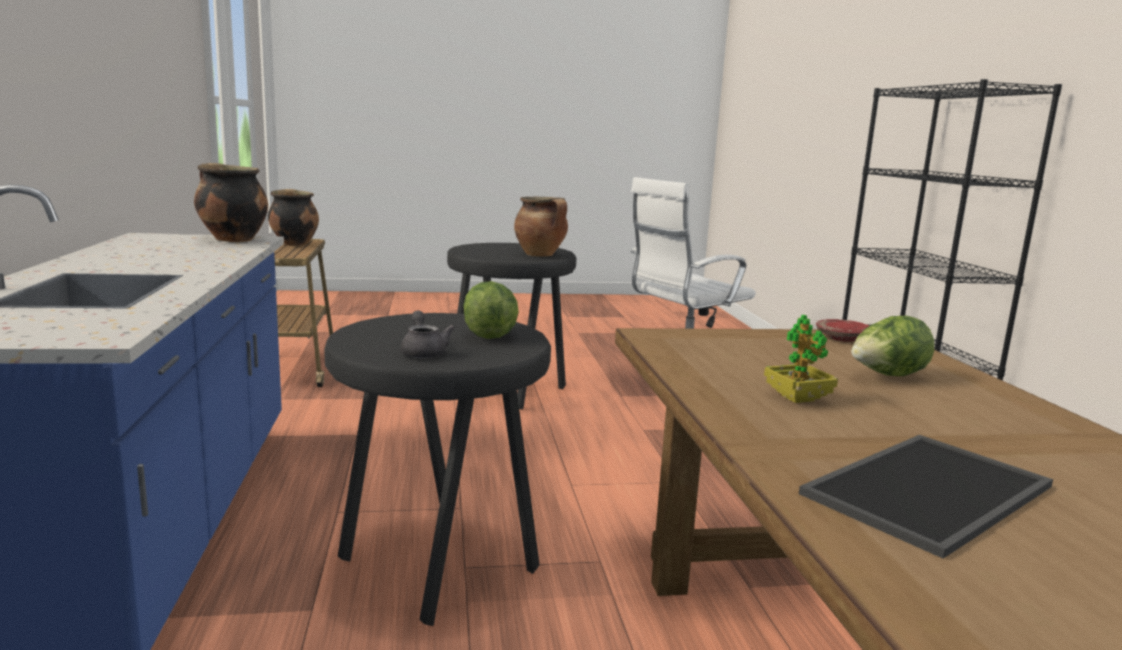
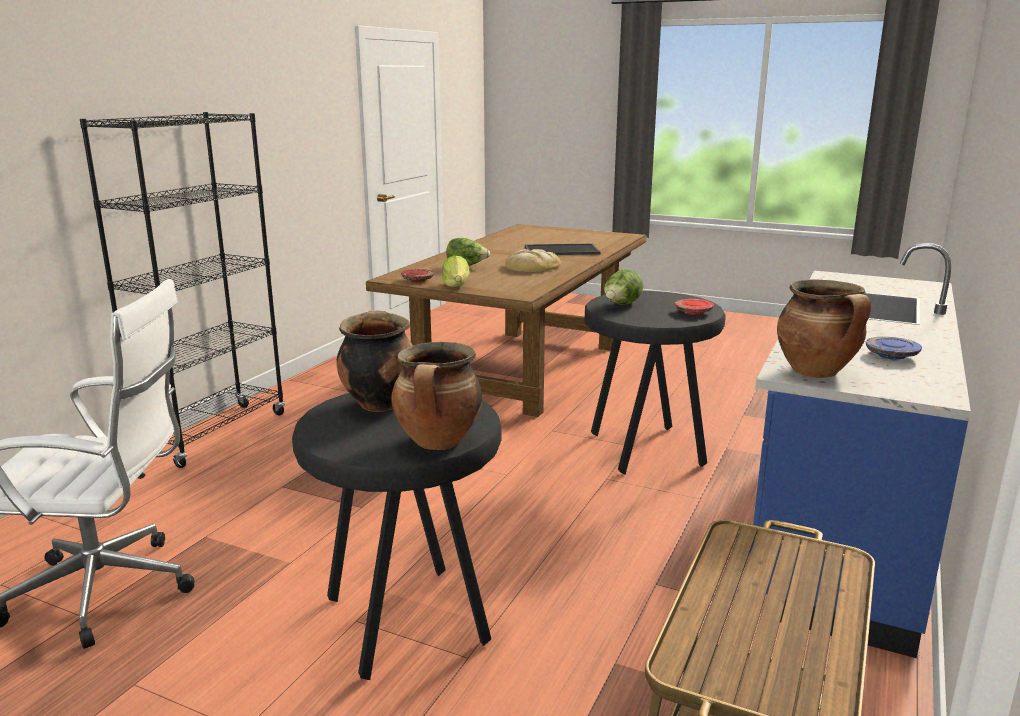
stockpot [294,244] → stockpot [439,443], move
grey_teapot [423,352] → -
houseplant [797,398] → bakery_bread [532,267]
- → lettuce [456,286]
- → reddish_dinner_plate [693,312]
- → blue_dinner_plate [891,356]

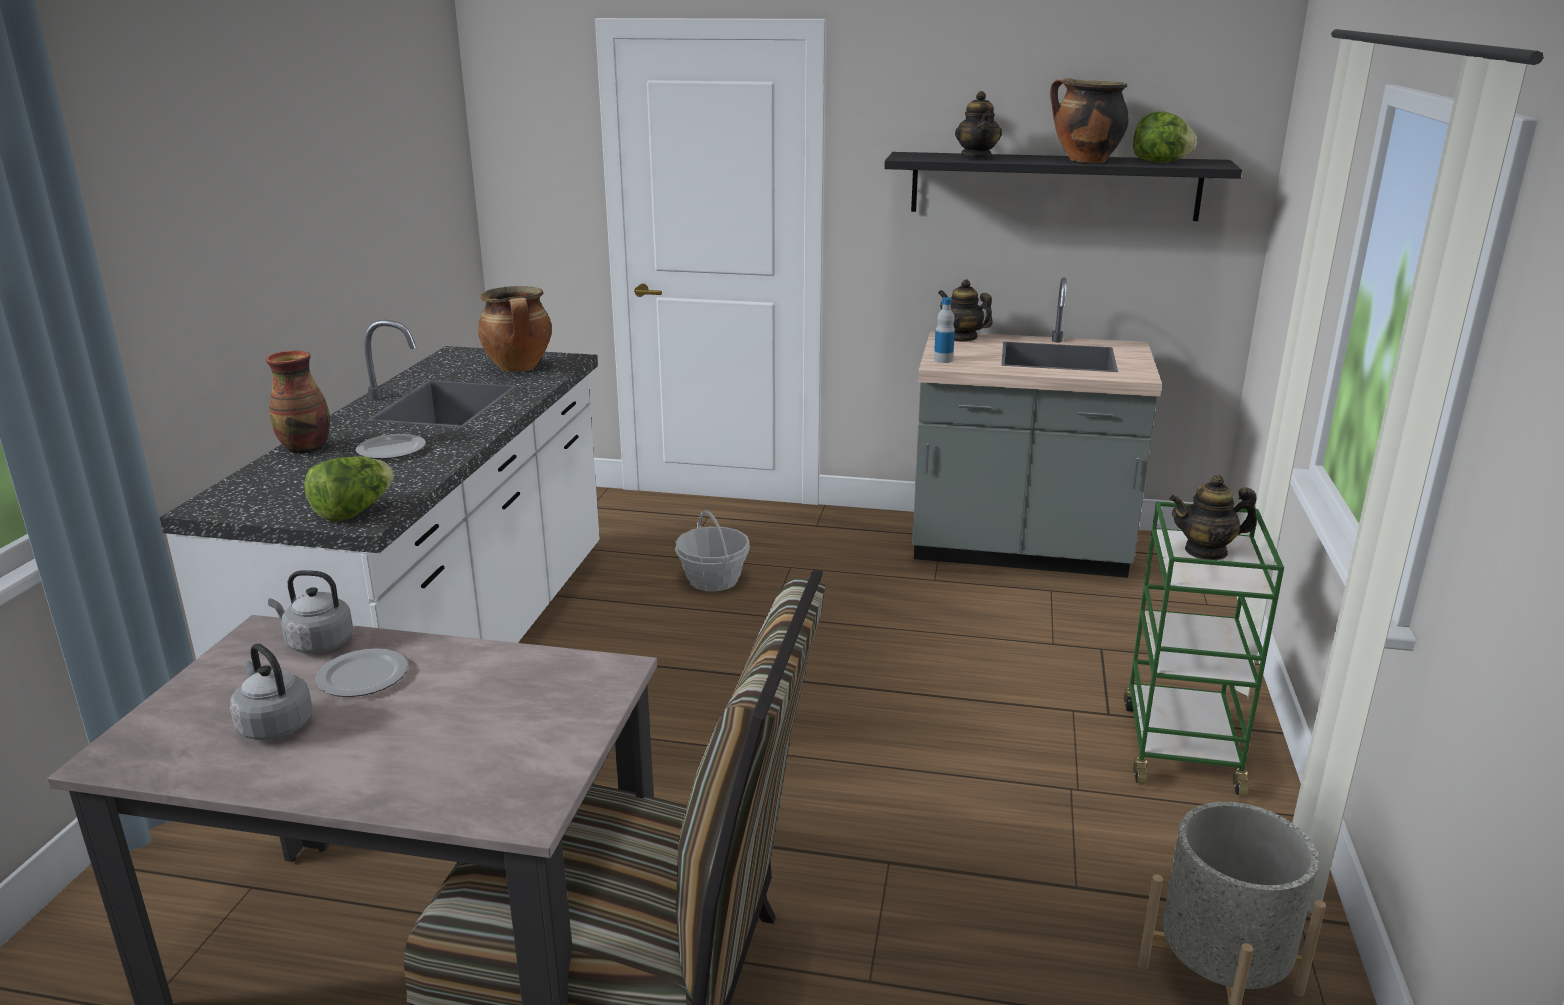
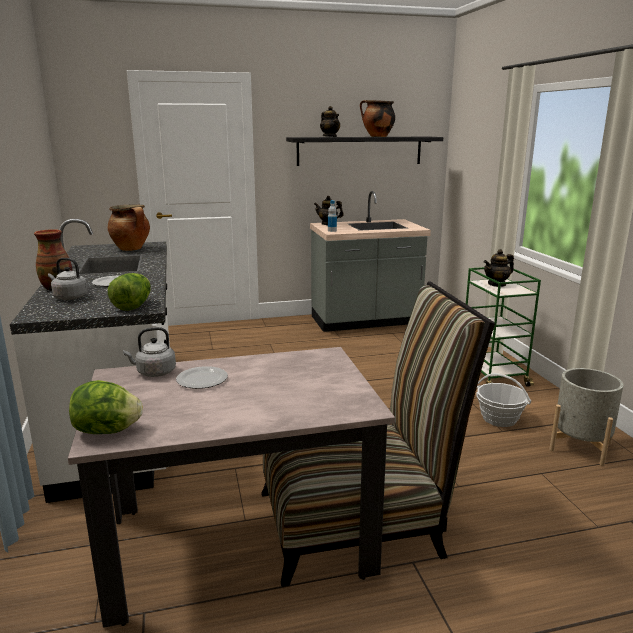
lettuce [1160,162] → lettuce [107,431], move
storage_basket [713,580] → storage_basket [499,419], move
grey_tea_kettle [274,725] → grey_tea_kettle [69,297], move

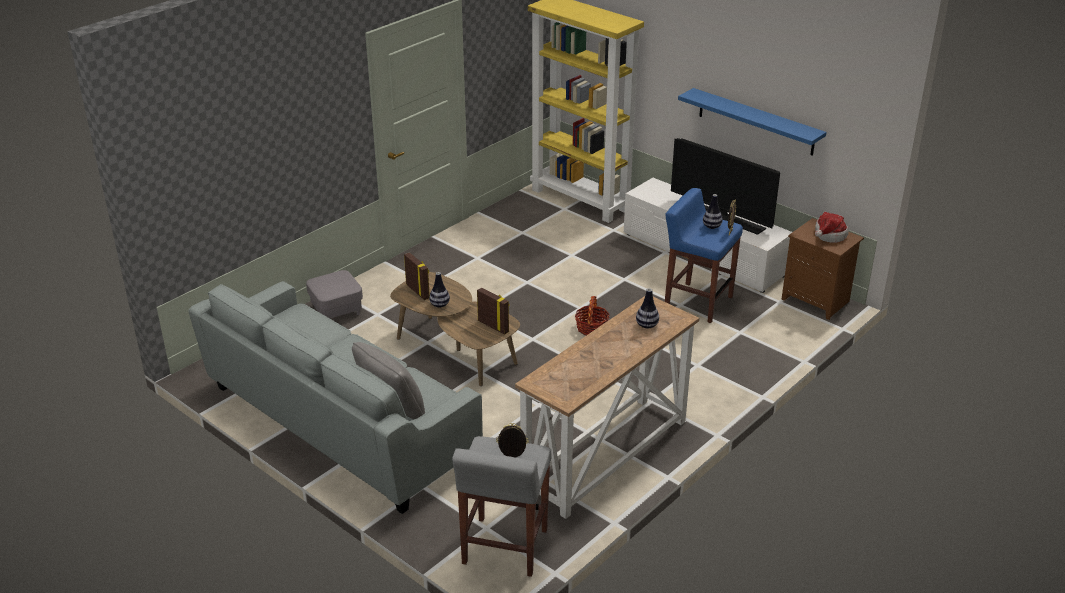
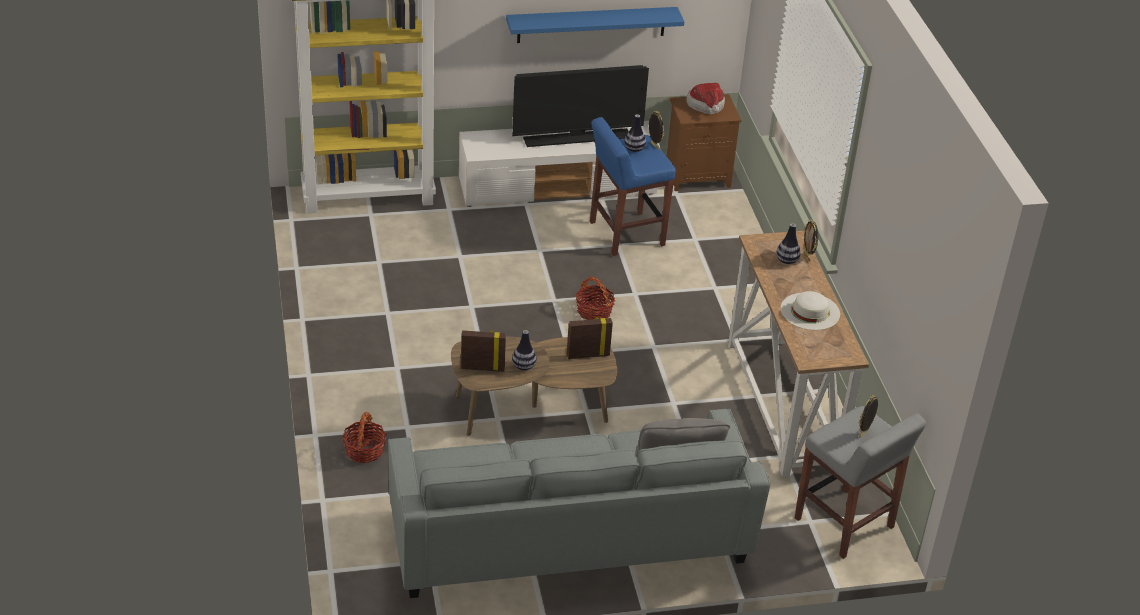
grey_footrest [336,310] → storage_basket [364,450]
- → picture_frame [807,257]
- → whitish_clothing_hat [810,311]

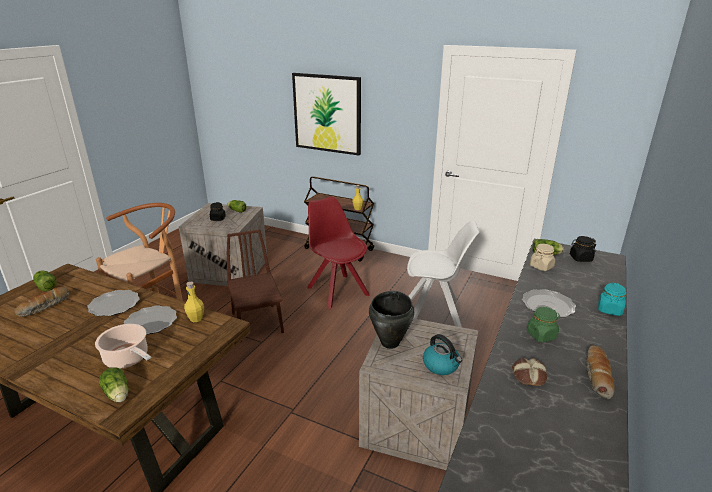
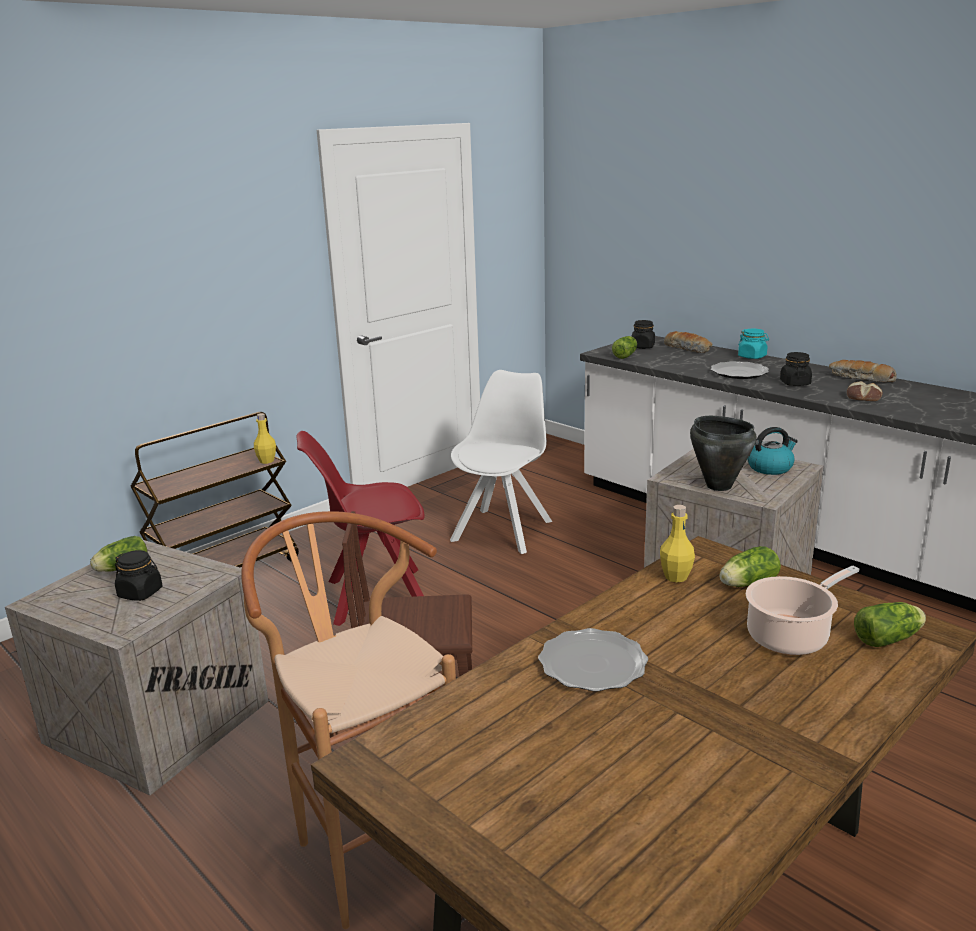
wall_art [327,113] → -
beige_preserve_jar [541,266] → -
lettuce [46,286] → lettuce [746,584], move
bakery_bread [45,307] → bakery_bread [688,349], move
dinner_plate [151,322] → -
green-coloured_preserve_jar [541,335] → blackish_preserve_jar [795,383]

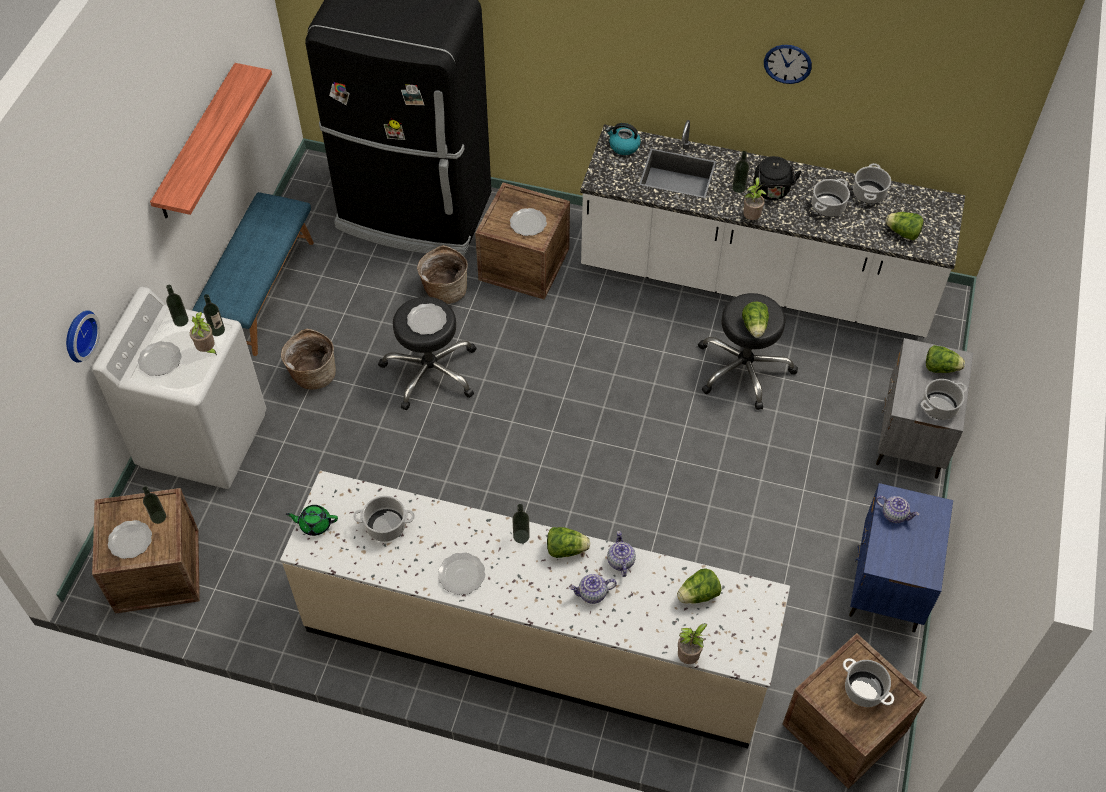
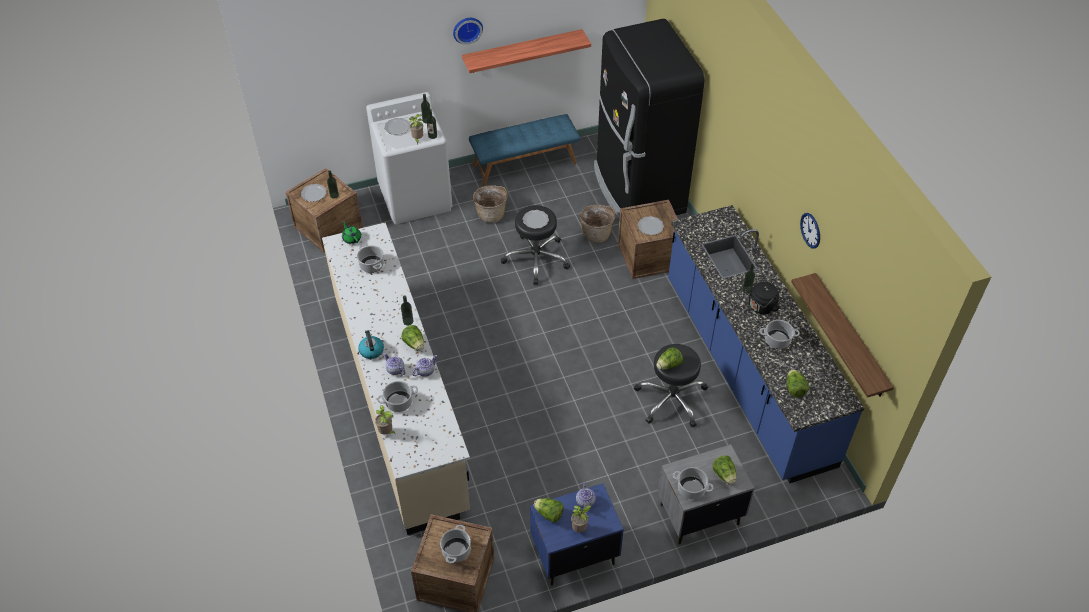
whitish_kitchen_counter [755,281] → blue_kitchen_counter [746,370]
tea_kettle [623,146] → tea_kettle [371,350], move
stockpot [869,194] → stockpot [398,402], move
houseplant [751,218] → houseplant [580,529], move
clock_on_the_wall [78,335] → clock_on_the_wall [467,29], move
dinner_plate [461,575] → -
lettuce [698,595] → lettuce [549,514], move
- → shelf [850,336]

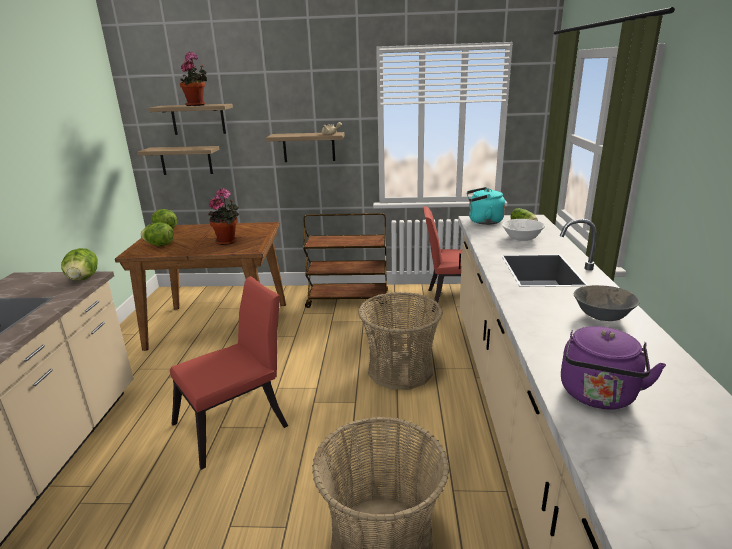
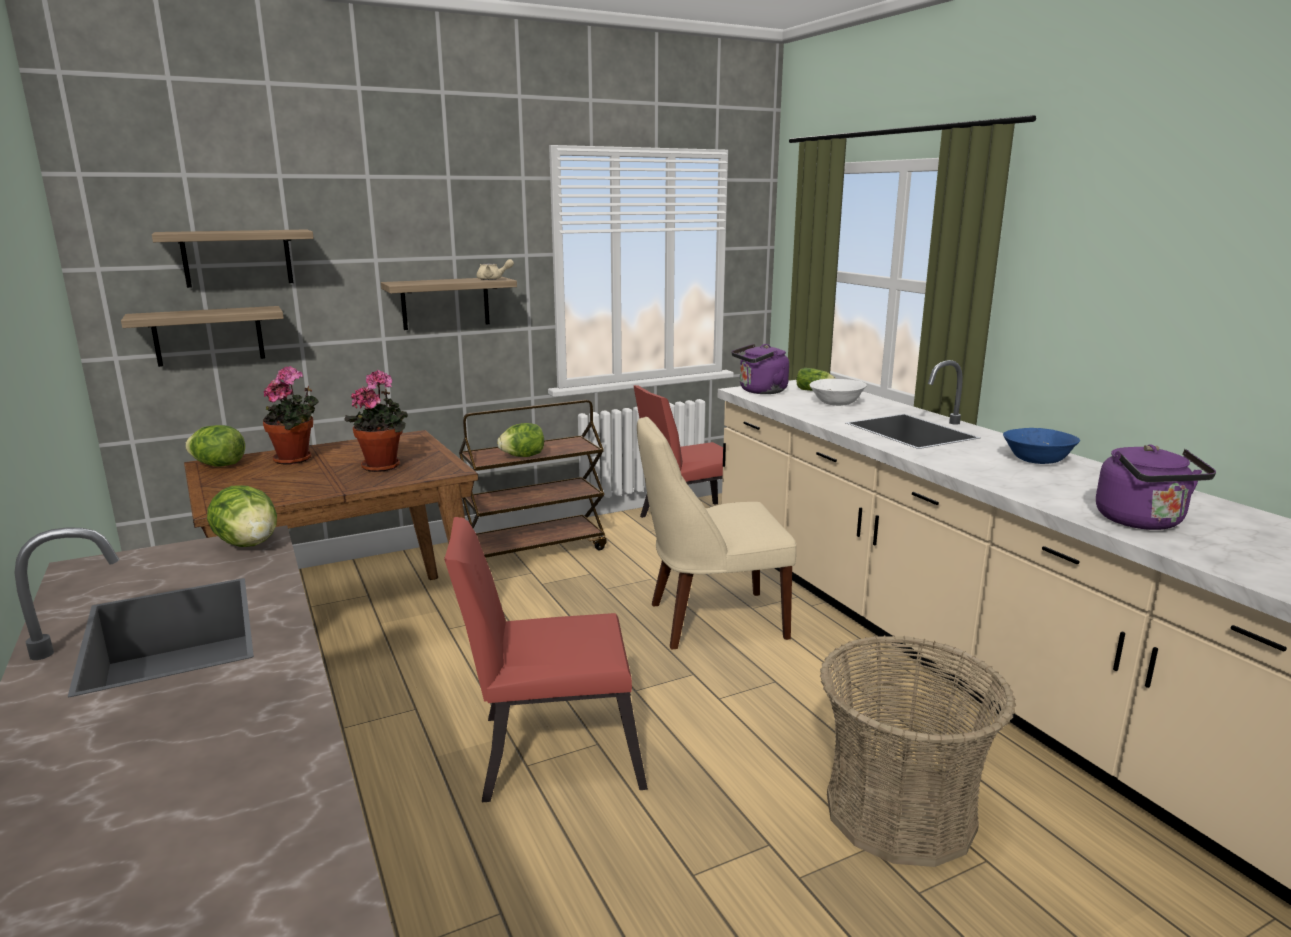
houseplant [197,105] → houseplant [296,459], move
turquoise-coloured_tea_kettle [483,221] → purplish_tea_kettle [760,391]
lettuce [160,245] → lettuce [523,456], move
reddish_plain_chair [237,422] → reddish_plain_chair [549,750], 120 degrees counterclockwise
grey_bowl [603,316] → blue_bowl [1038,460]
storage_basket [400,370] → beige_plain_chair [710,620]

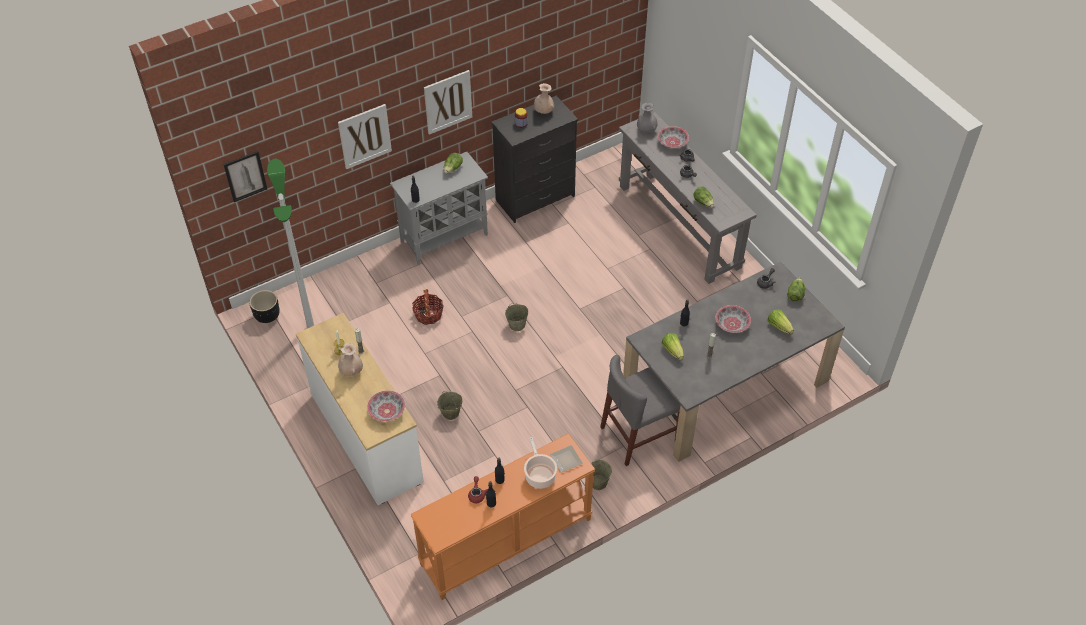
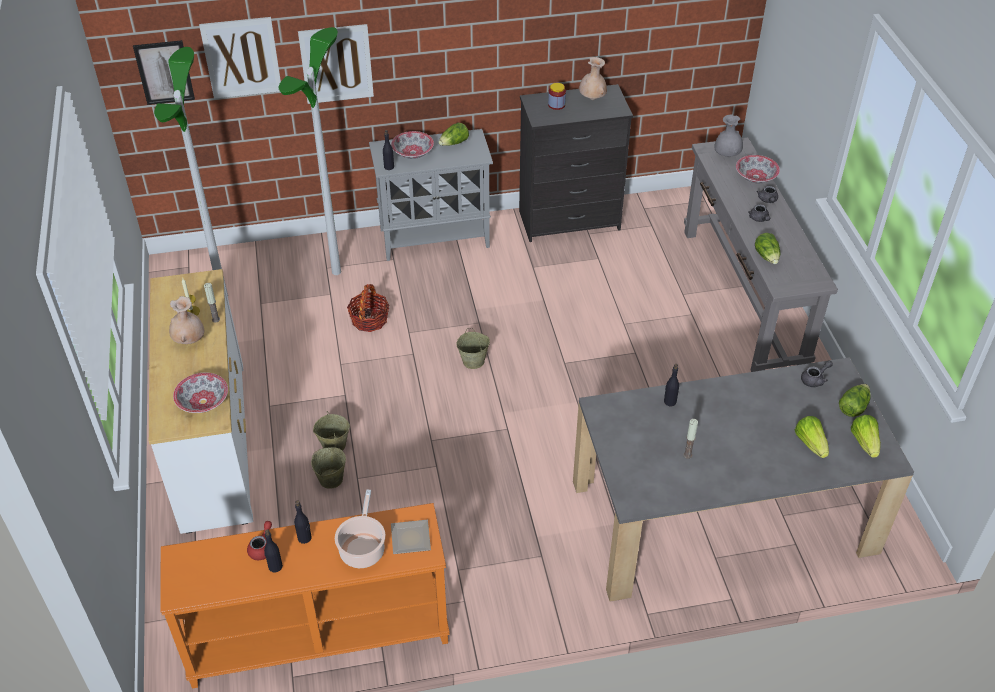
wall_art [448,102] → wall_art [241,57], move
blackish_plant_pot [267,316] → -
bowl [732,324] → bowl [413,152], move
lettuce [672,350] → lettuce [865,442], move
grey_plain_chair [639,434] → -
beige_water_bucket [598,483] → beige_water_bucket [331,479], move
- → standing_lamp [336,272]

